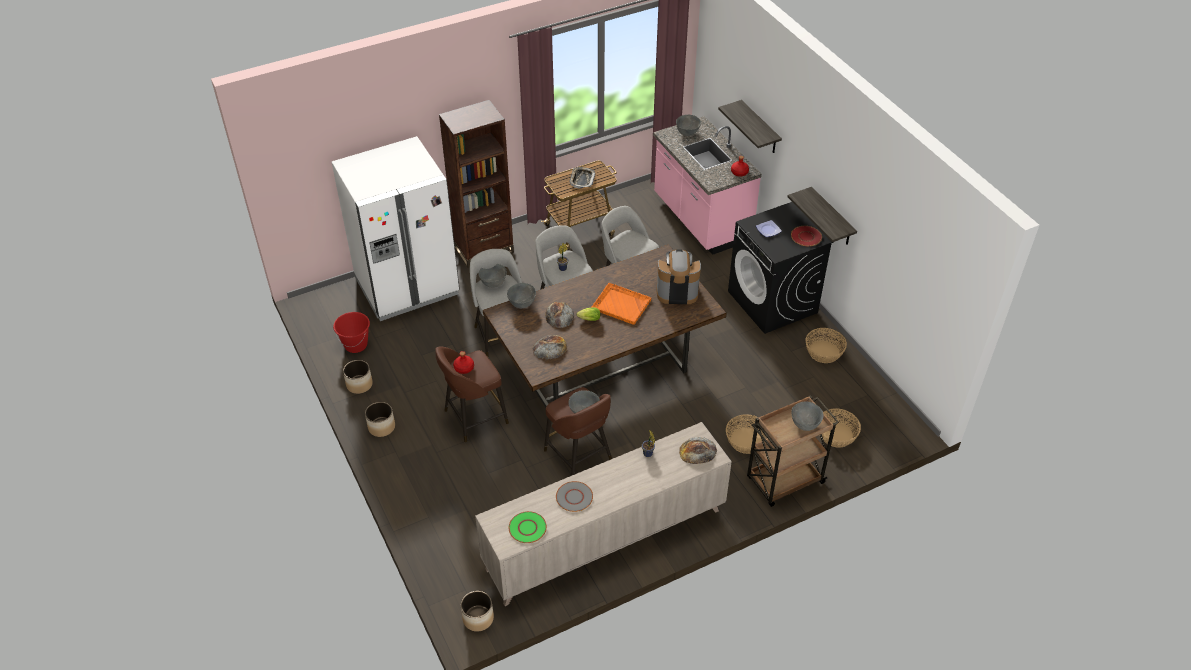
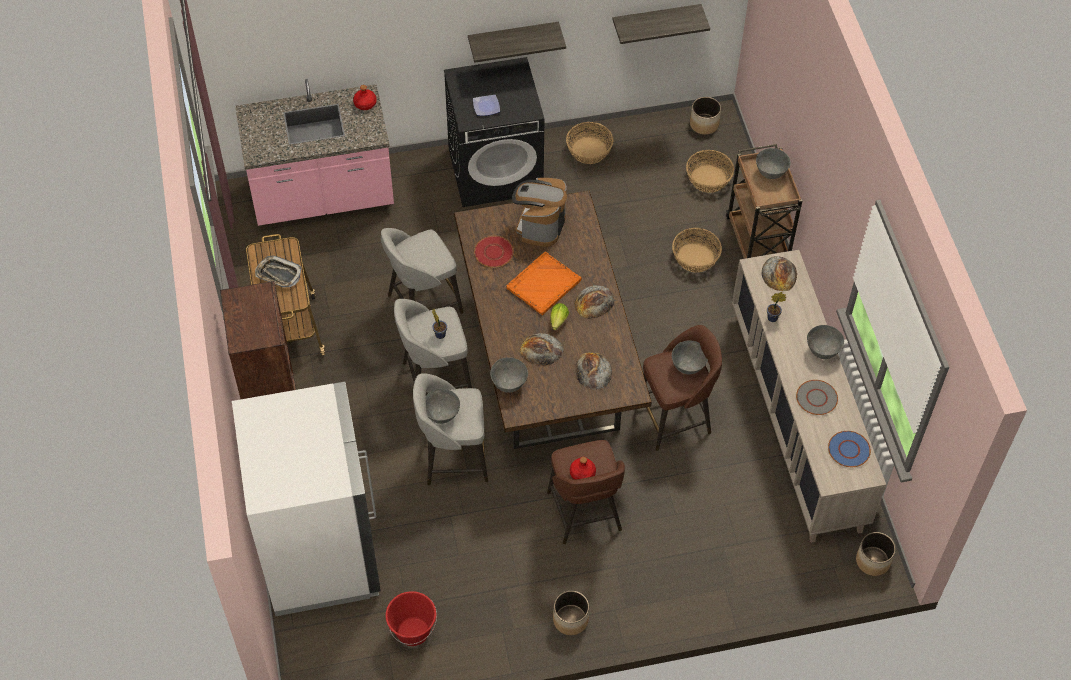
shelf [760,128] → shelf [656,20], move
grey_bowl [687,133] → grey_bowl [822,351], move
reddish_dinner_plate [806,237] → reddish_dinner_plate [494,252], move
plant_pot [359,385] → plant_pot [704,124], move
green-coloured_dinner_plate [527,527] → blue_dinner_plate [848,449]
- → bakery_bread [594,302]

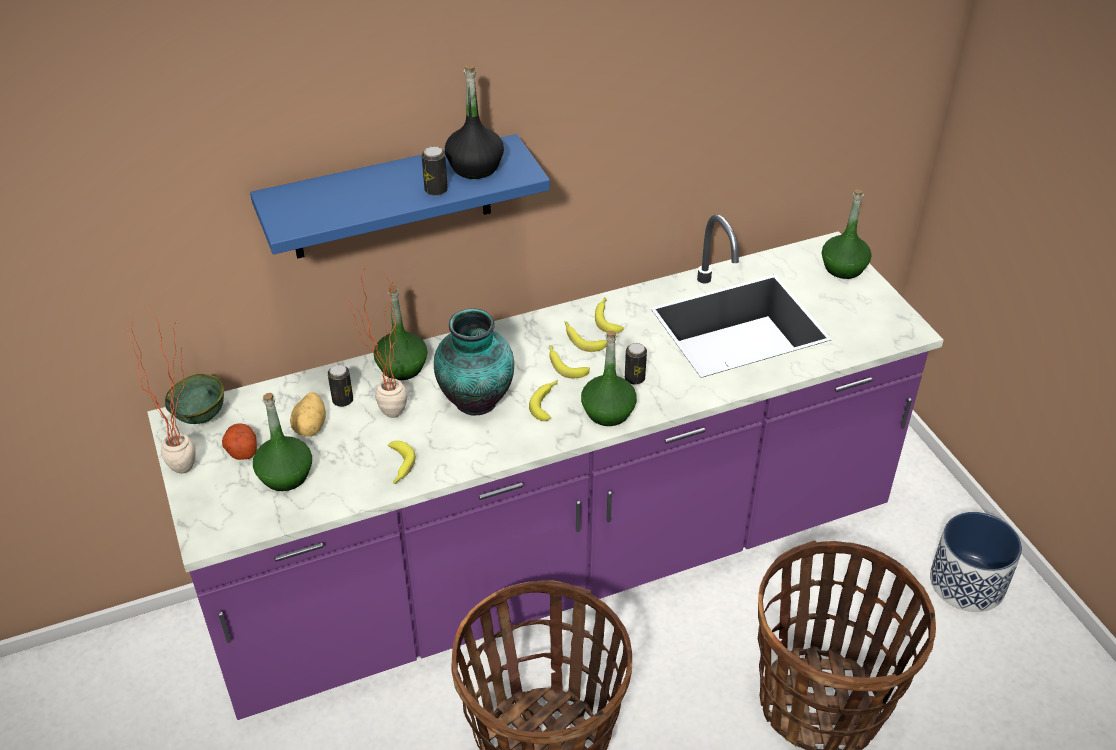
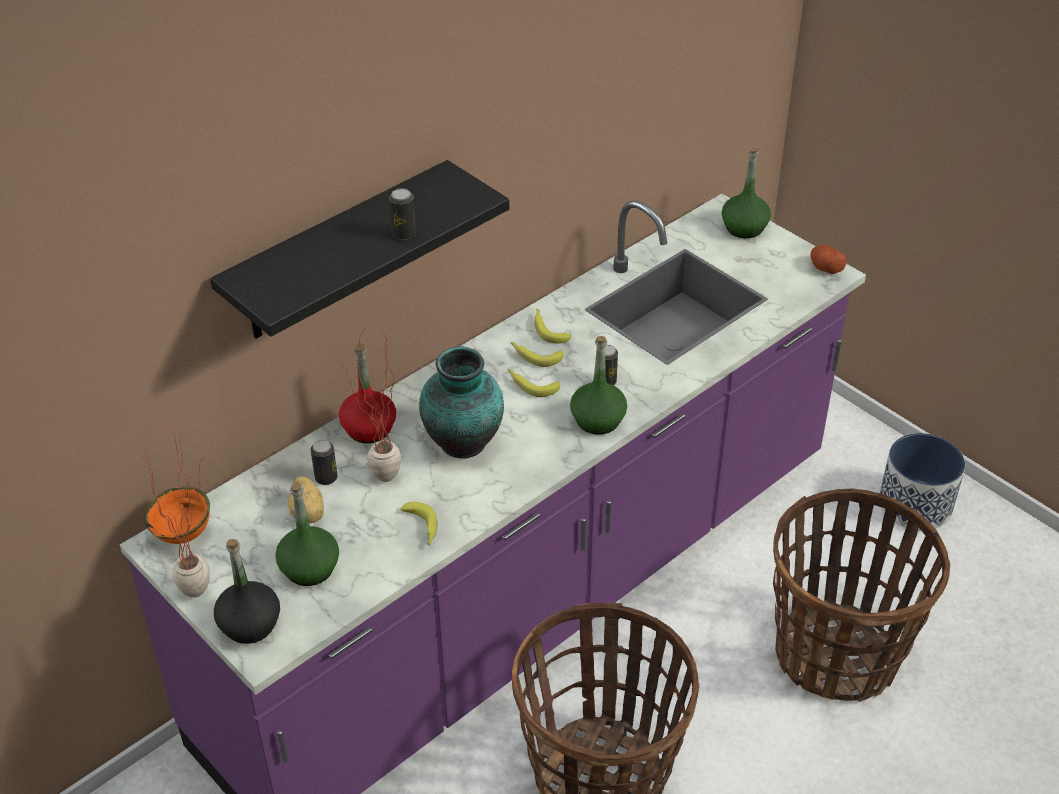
blackish_bottle [475,167] → blackish_bottle [250,624], move
blue_shelf [391,198] → blackish_shelf [339,253]
green-coloured_bottle [402,367] → reddish_bottle [369,429]
green-coloured_bowl [202,418] → orangey_bowl [184,535]
whole_banana [547,402] → -
potato [241,450] → potato [825,268], move

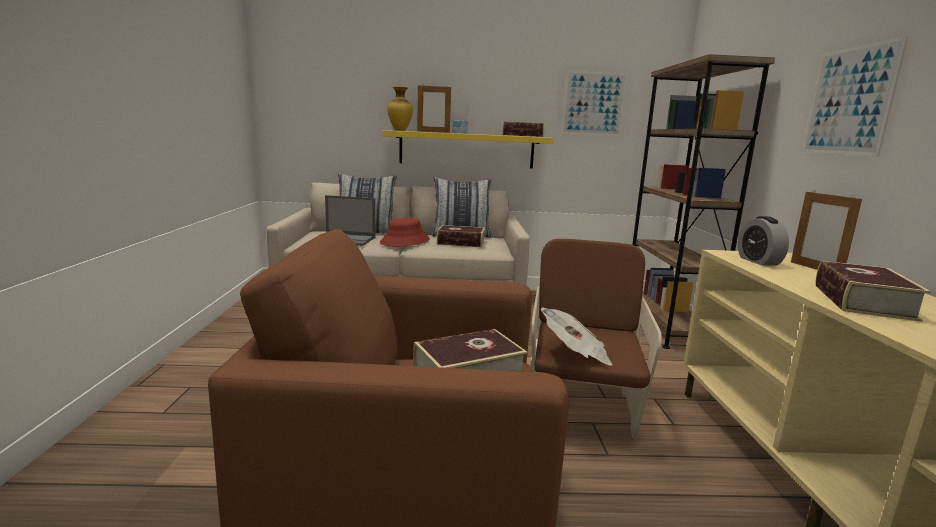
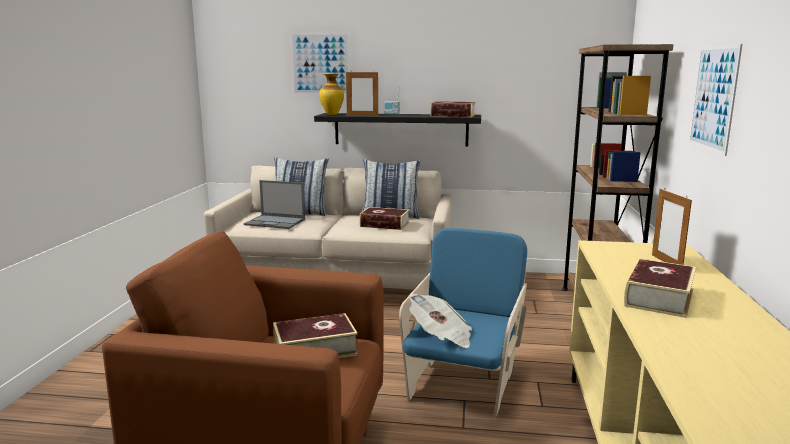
wall_art [593,104] → wall_art [320,64], move
yellow_shelf [466,149] → blackish_shelf [401,129]
alarm_clock [758,261] → -
reddish_clothing_hat [405,241] → -
brown-coloured_armchair [581,403] → blue_armchair [463,382]

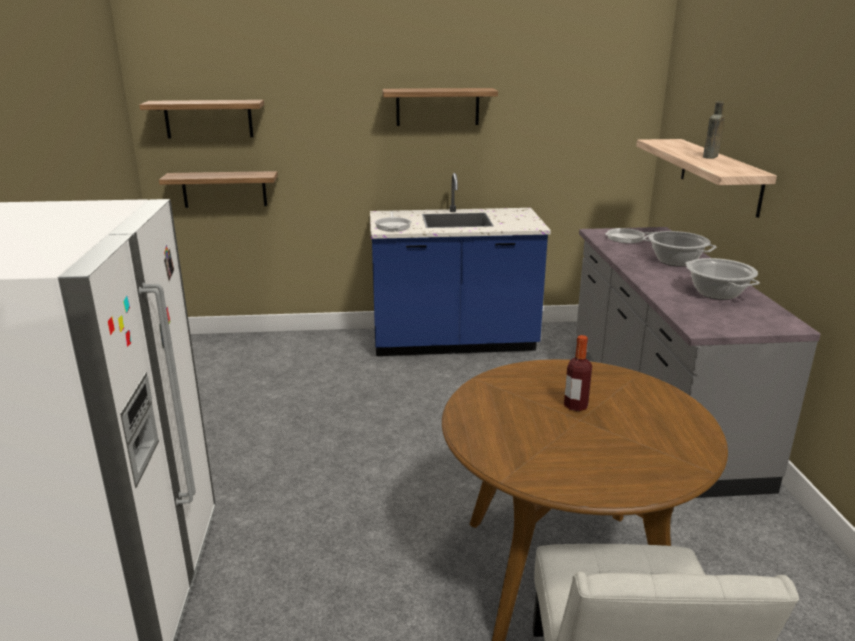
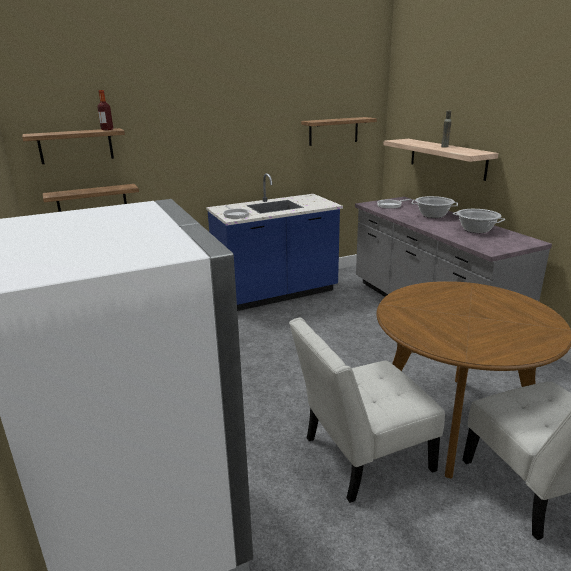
shelf [437,107] → shelf [333,131], move
bottle [575,406] → bottle [107,129], move
- → whitish_plain_chair [361,456]

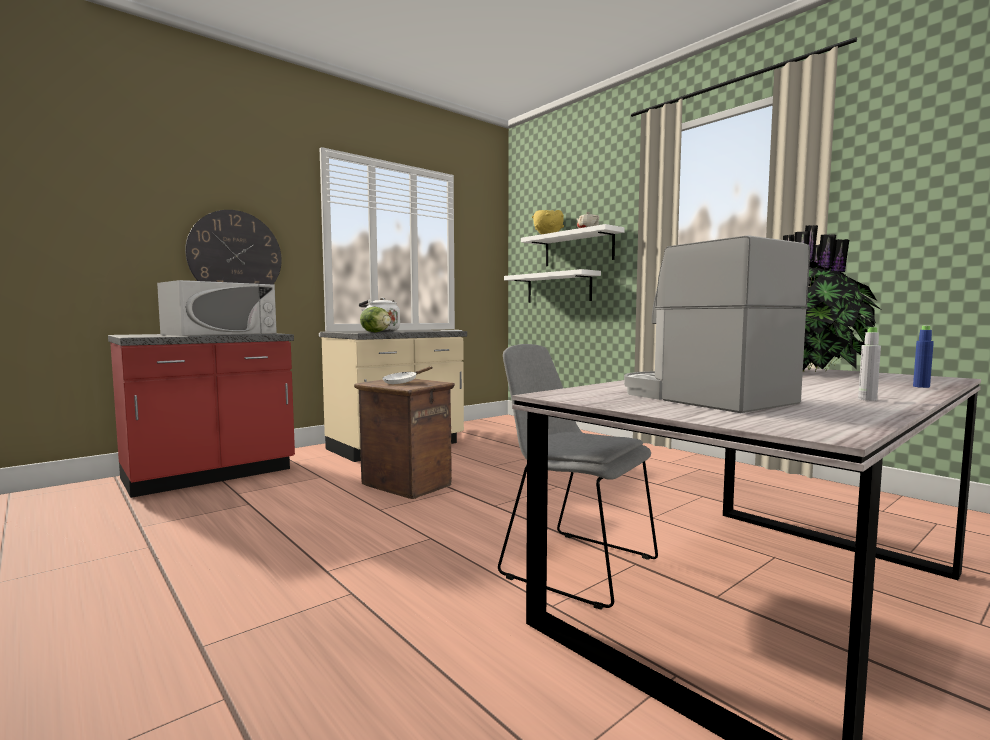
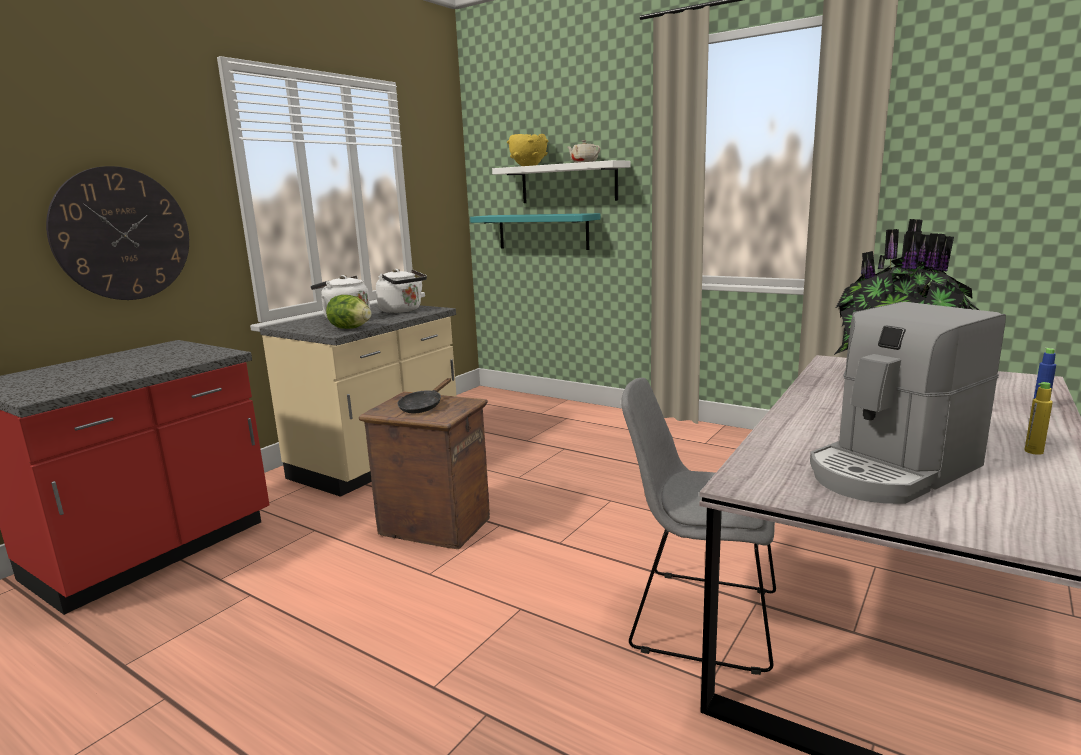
coffee_machine [700,398] → coffee_machine [891,471], 75 degrees counterclockwise
whitish_shelf [558,288] → turquoise-coloured_shelf [543,231]
whitish_kitchen_microwave [220,334] → -
grey_bottle [867,399] → yellow_bottle [1033,451]
whitish_frying_pan [403,382] → blackish_frying_pan [423,406]
- → whitish_tea_kettle [402,311]

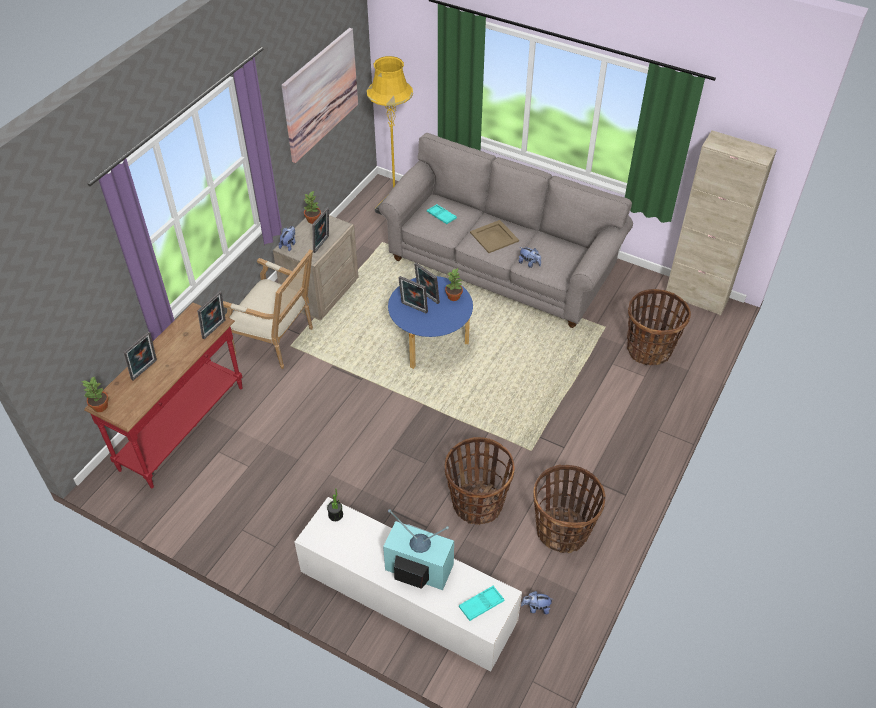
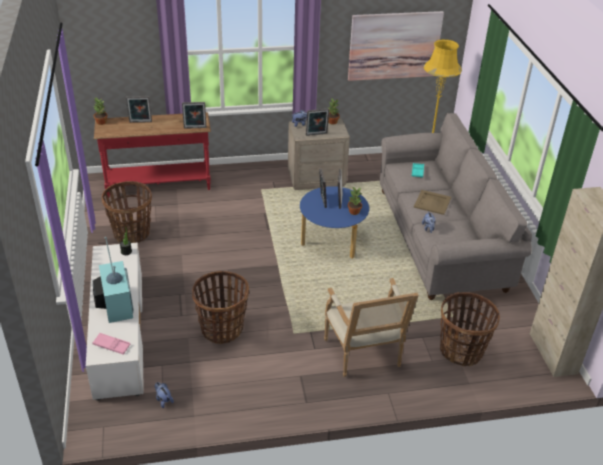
armchair [278,341] → armchair [365,355], move
storage_basket [562,531] → storage_basket [132,233], move
turquoise-coloured_carrying_tray [481,605] → pinkish_carrying_tray [111,345]

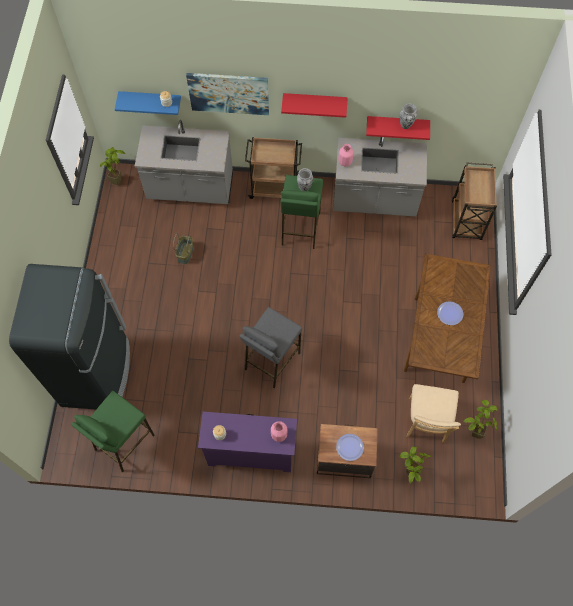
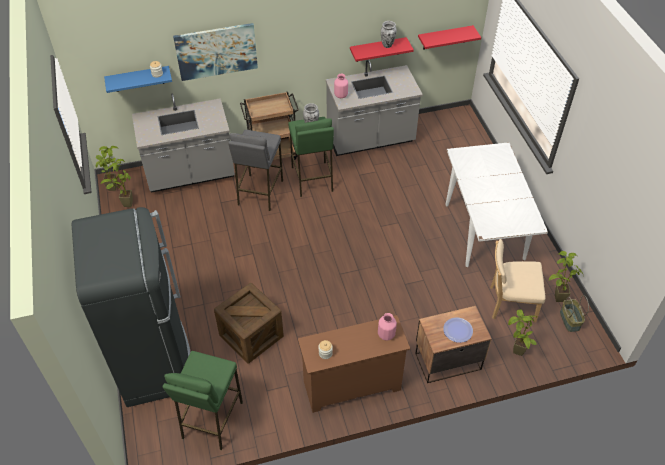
reddish_shelf [314,101] → reddish_shelf [444,37], move
brown-coloured_cart [466,221] → -
storage_basket [185,253] → storage_basket [569,320], move
brown-coloured_dining_table [439,339] → whitish_dining_table [484,231]
dinner_plate [450,313] → -
grey_sitting_stool [271,361] → grey_sitting_stool [259,192], move
beige_plain_chair [426,422] → beige_plain_chair [509,303], 105 degrees clockwise
purplish_chest_of_drawers [250,453] → brown-coloured_chest_of_drawers [351,385]
- → houseplant [124,203]
- → shipping_crate [251,335]

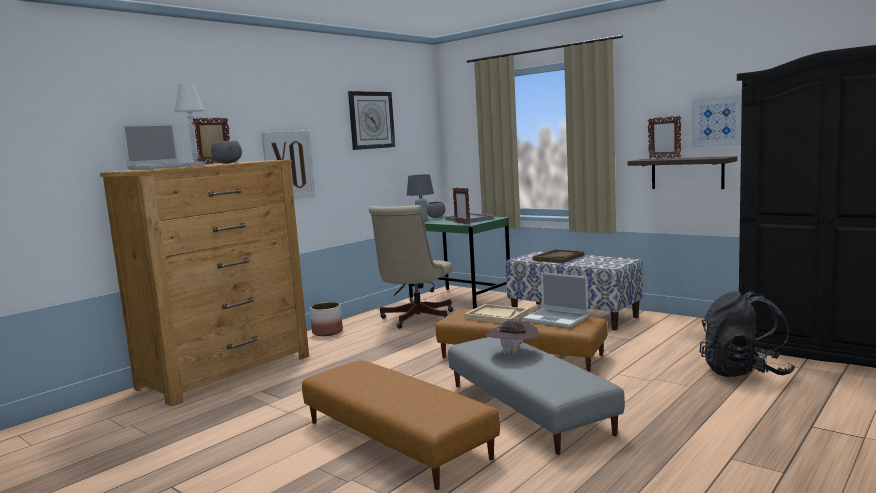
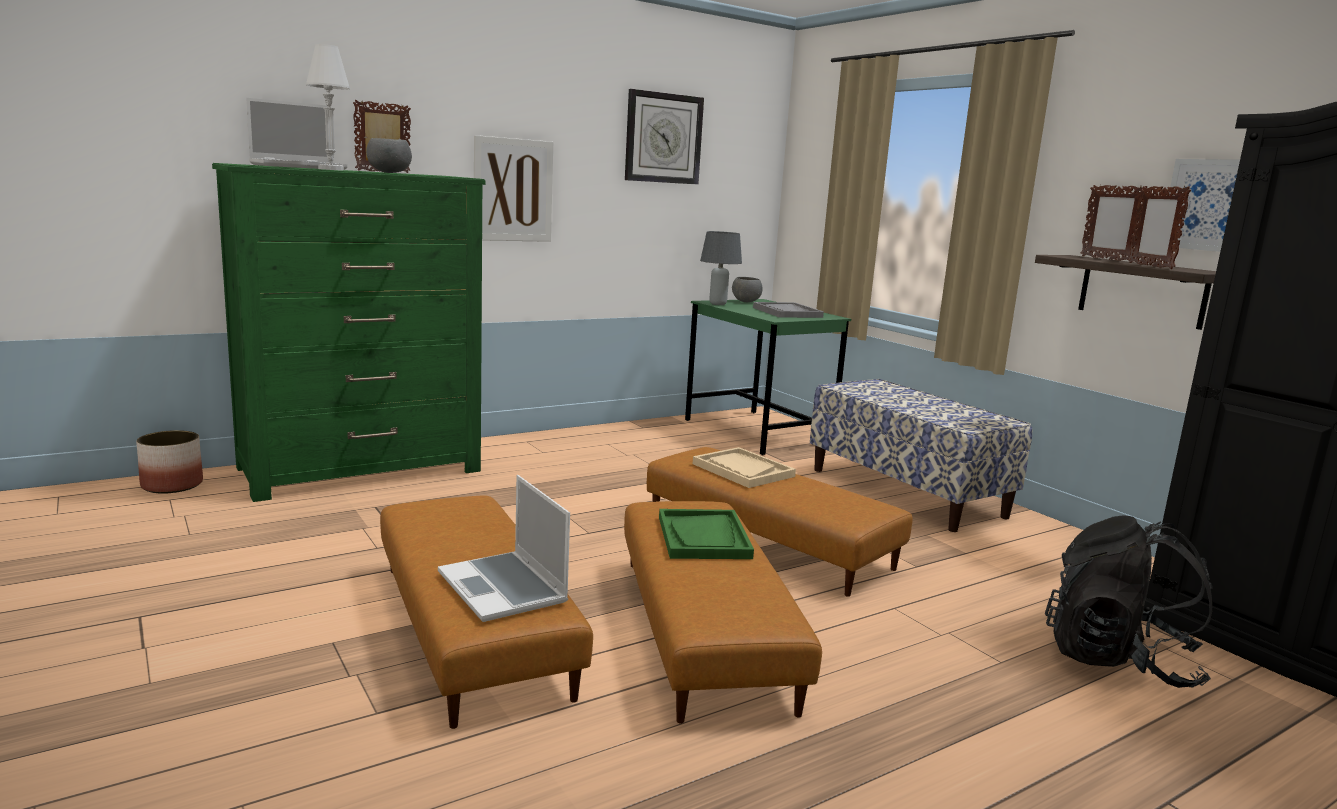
brown-coloured_chest_of_drawers [227,372] → green-coloured_chest_of_drawers [361,469]
picture_frame [462,223] → picture_frame [1150,266], move
beige_office_chair [415,319] → -
brown-coloured_carrying_tray [558,258] → -
laptop [557,319] → laptop [504,589], move
plant_pot [328,332] → plant_pot [173,485], move
brown-coloured_clothing_hat [513,353] → green-coloured_carrying_tray [704,537]
grey_footrest [528,408] → brown-coloured_footrest [705,629]

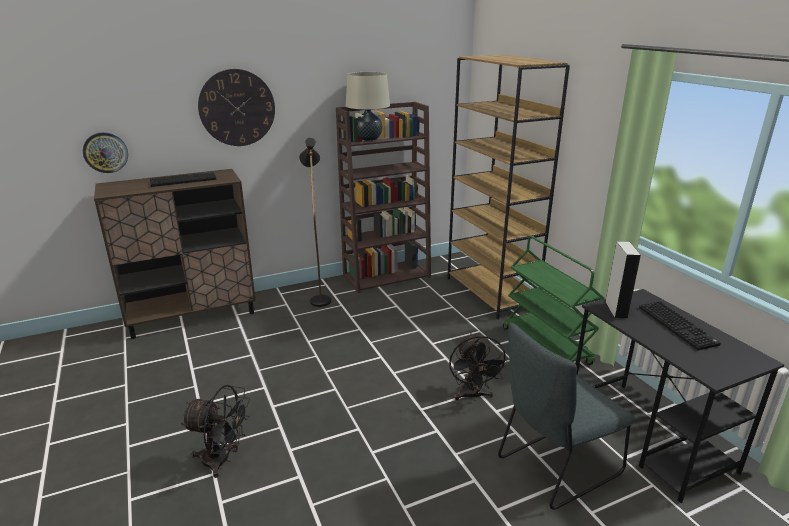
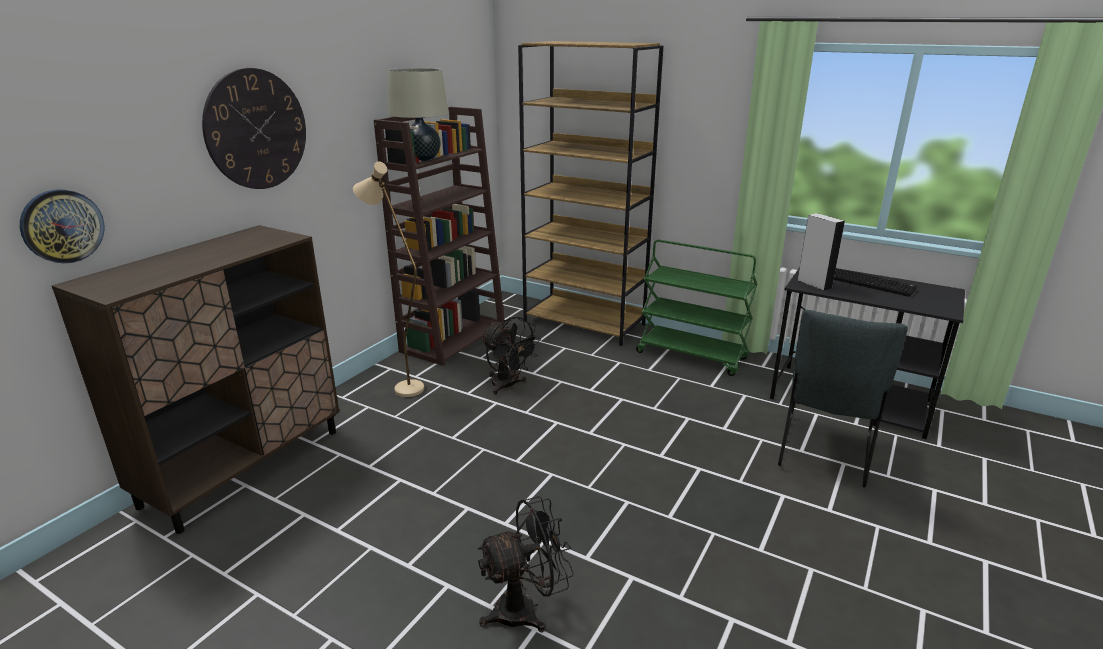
blackish_standing_lamp [319,298] → beige_standing_lamp [402,386]
PC_keyboard [184,180] → -
blackish_fan [473,396] → blackish_fan [508,386], move

